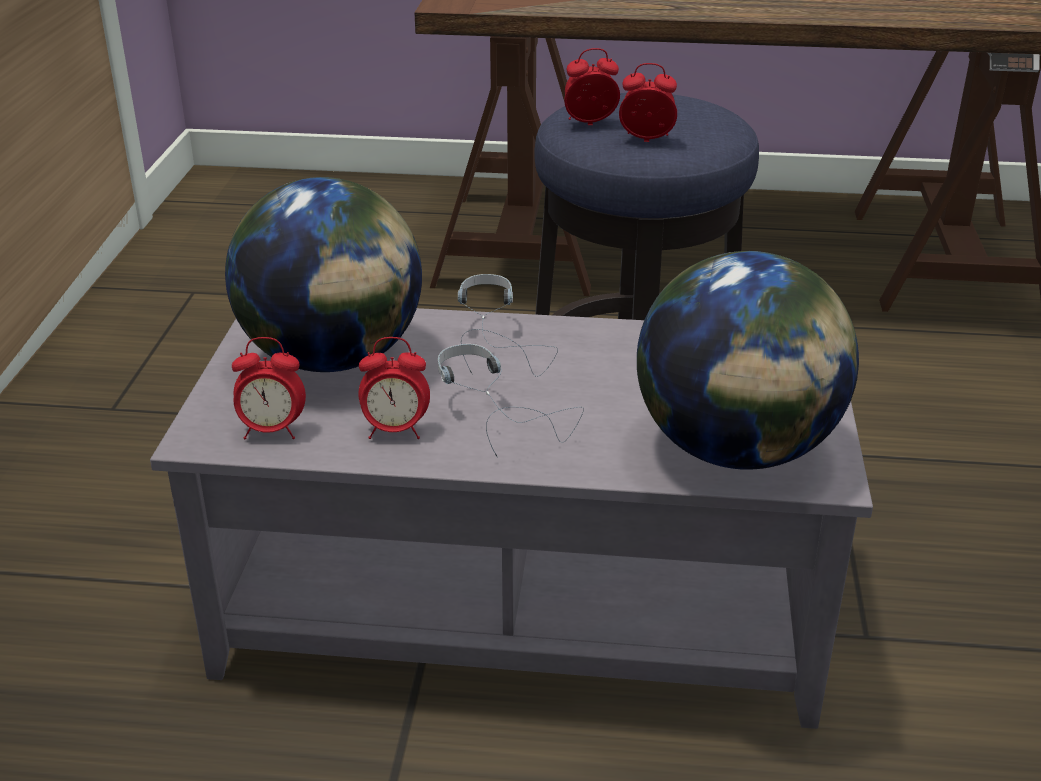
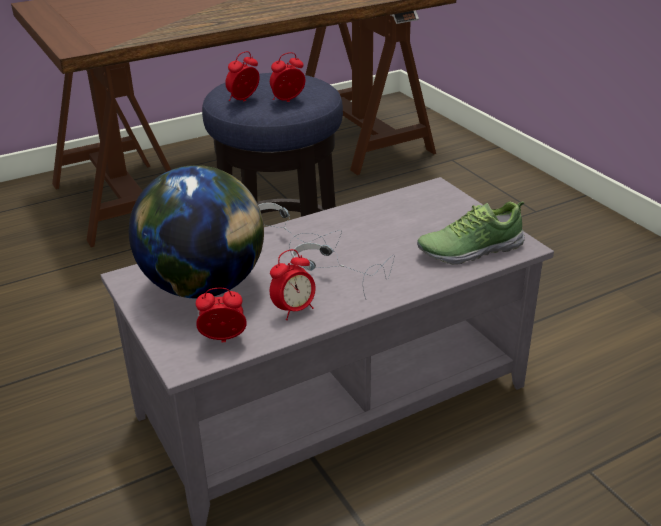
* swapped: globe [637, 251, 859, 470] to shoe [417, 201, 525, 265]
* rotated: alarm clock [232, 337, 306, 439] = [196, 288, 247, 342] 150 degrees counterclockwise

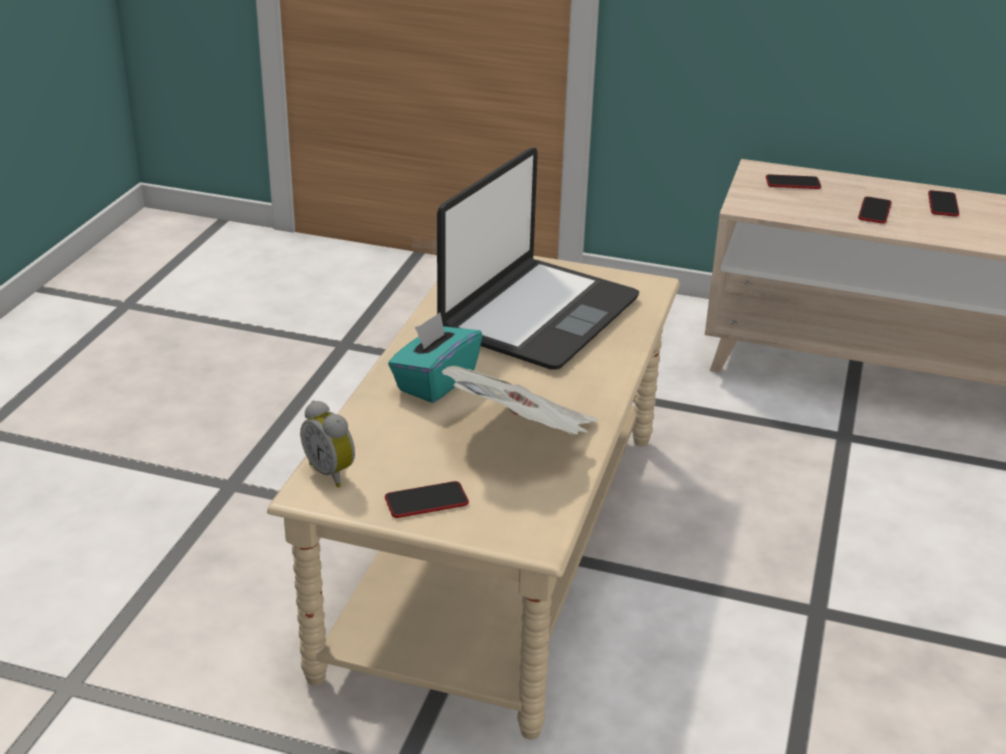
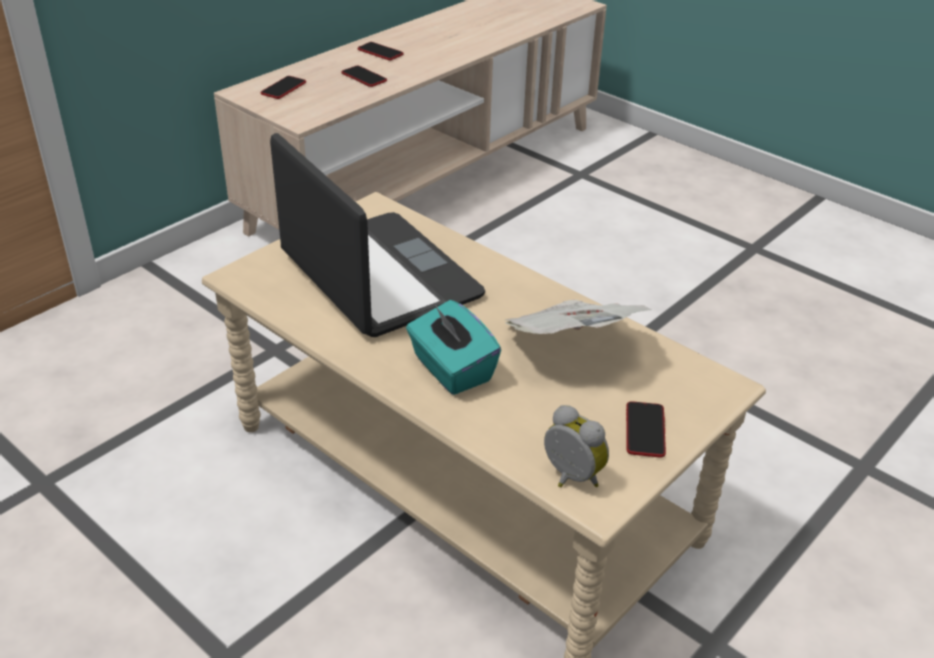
* rotated: alarm clock [300, 400, 355, 487] = [544, 405, 609, 487] 120 degrees counterclockwise

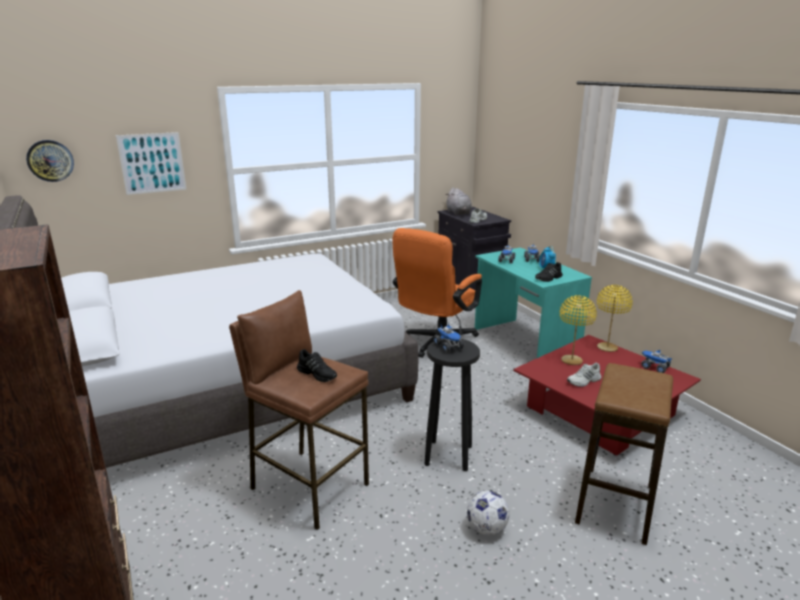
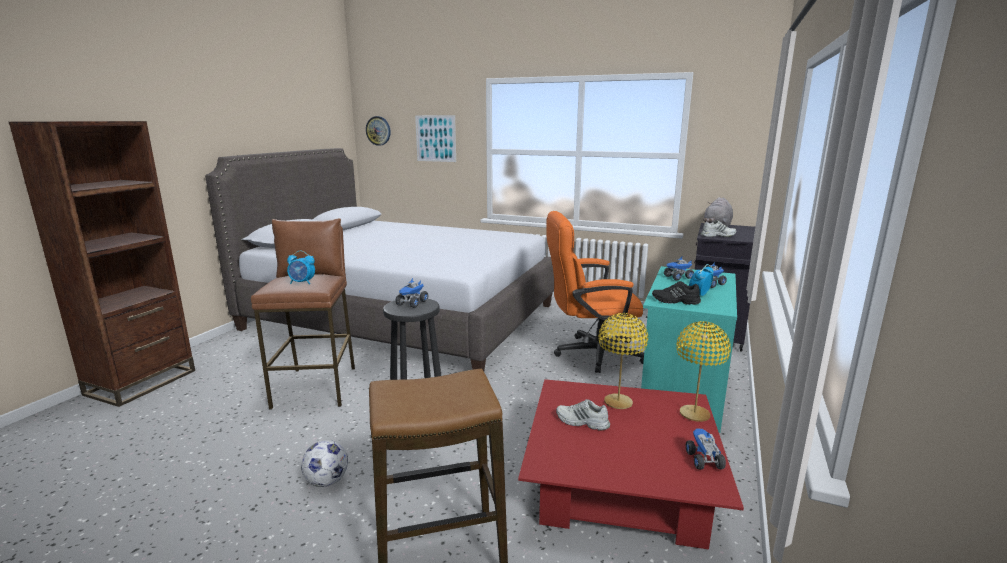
* swapped: black shoe [297, 349, 337, 382] to alarm clock [287, 251, 315, 284]

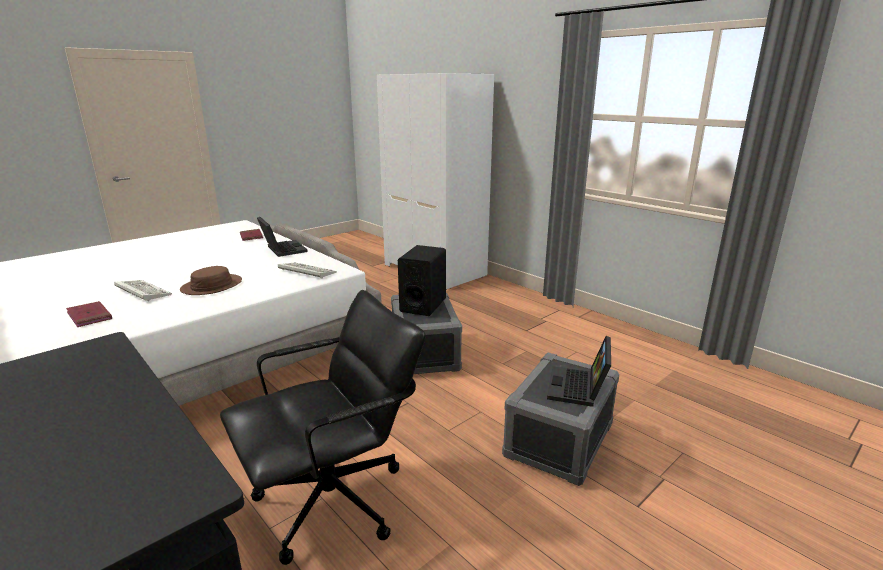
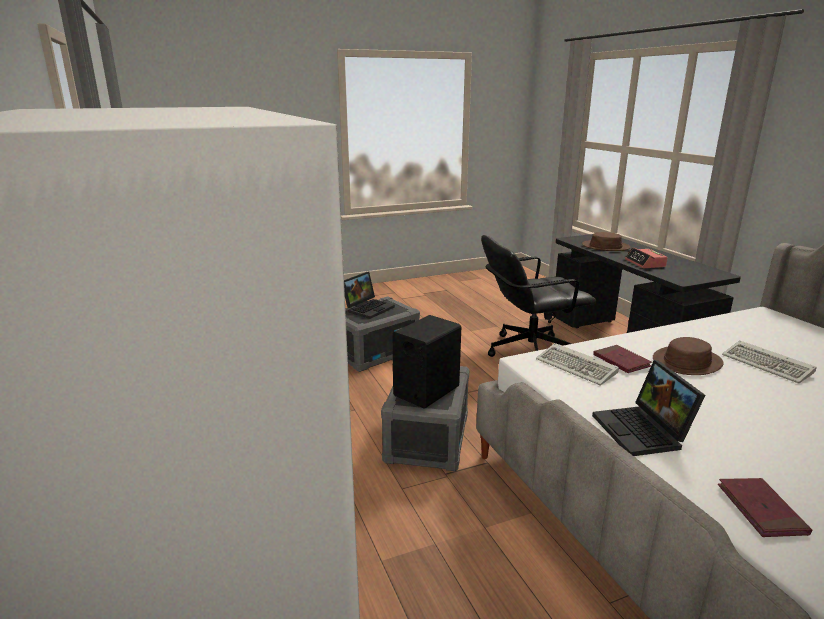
* new: brown hat [582, 232, 630, 251]
* new: alarm clock [625, 247, 668, 268]
* shifted: red book [66, 301, 112, 327] to [593, 345, 652, 373]

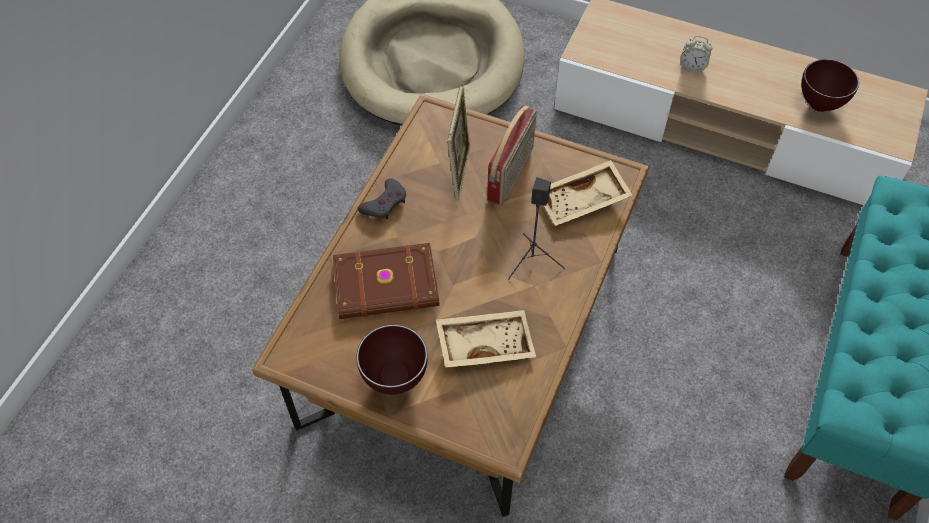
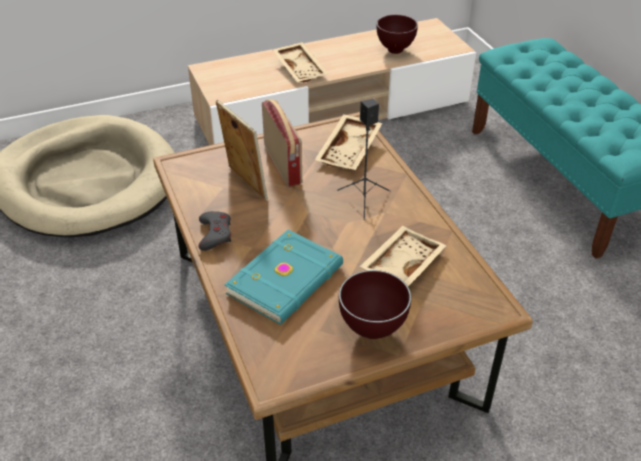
* swapped: alarm clock [680, 36, 712, 73] to beige tray [273, 42, 328, 82]
* repainted: brown book [333, 243, 440, 319] to turquoise book [224, 230, 343, 325]

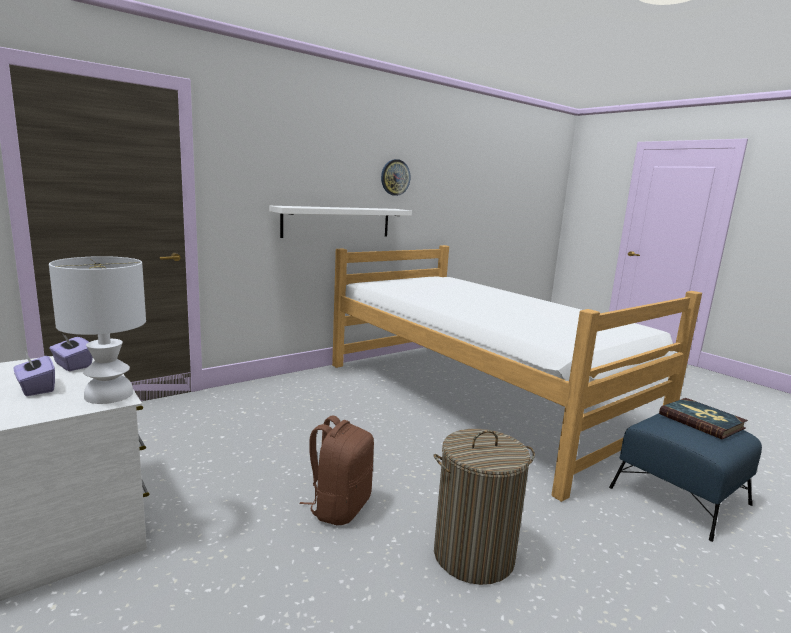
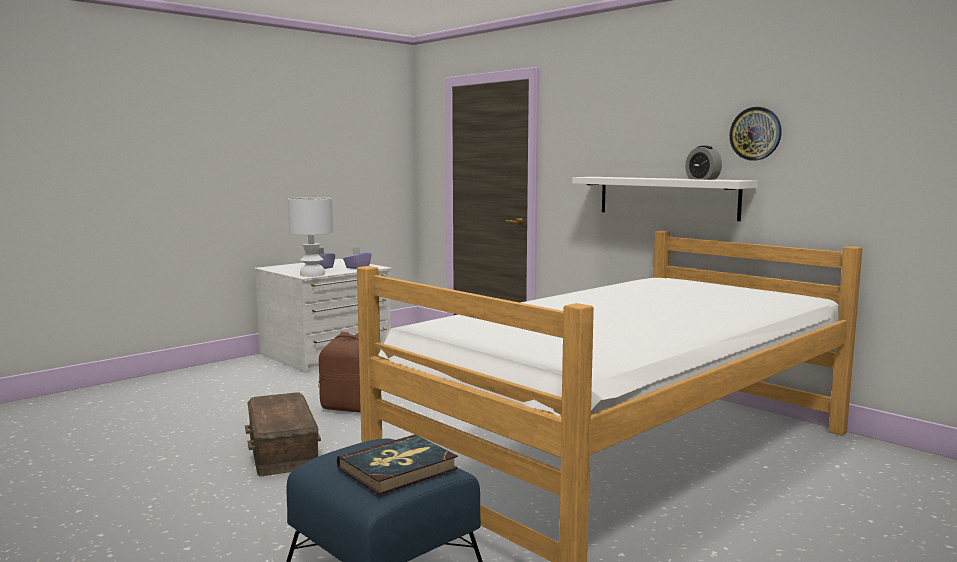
* new: alarm clock [685, 146, 722, 180]
* swapped: laundry basket [433, 429, 535, 585] to brown storage box [245, 392, 321, 476]

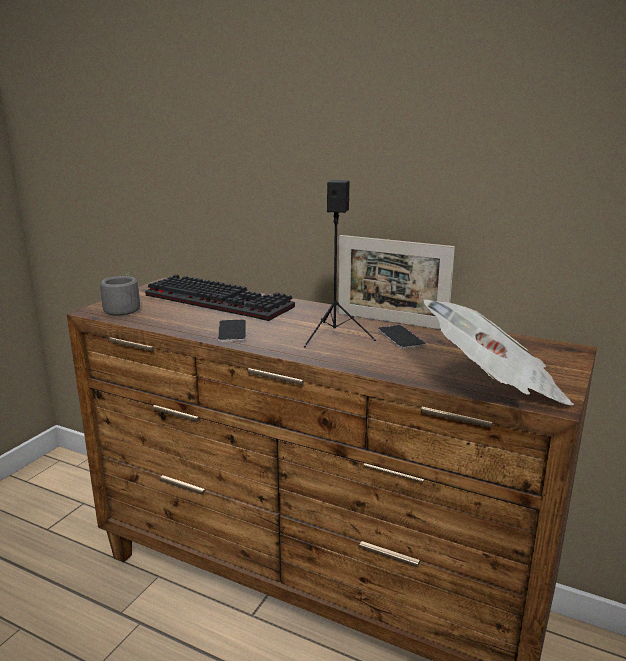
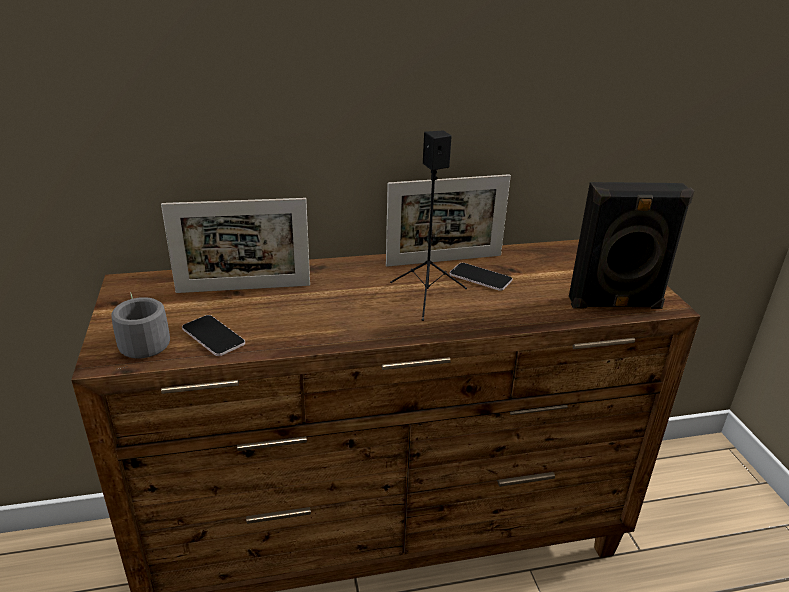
* shifted: phone [218, 319, 246, 342] to [182, 315, 245, 356]
* swapped: keyboard [145, 274, 295, 321] to picture frame [161, 198, 310, 293]
* swapped: newspaper [423, 299, 574, 405] to black speaker [569, 182, 694, 309]

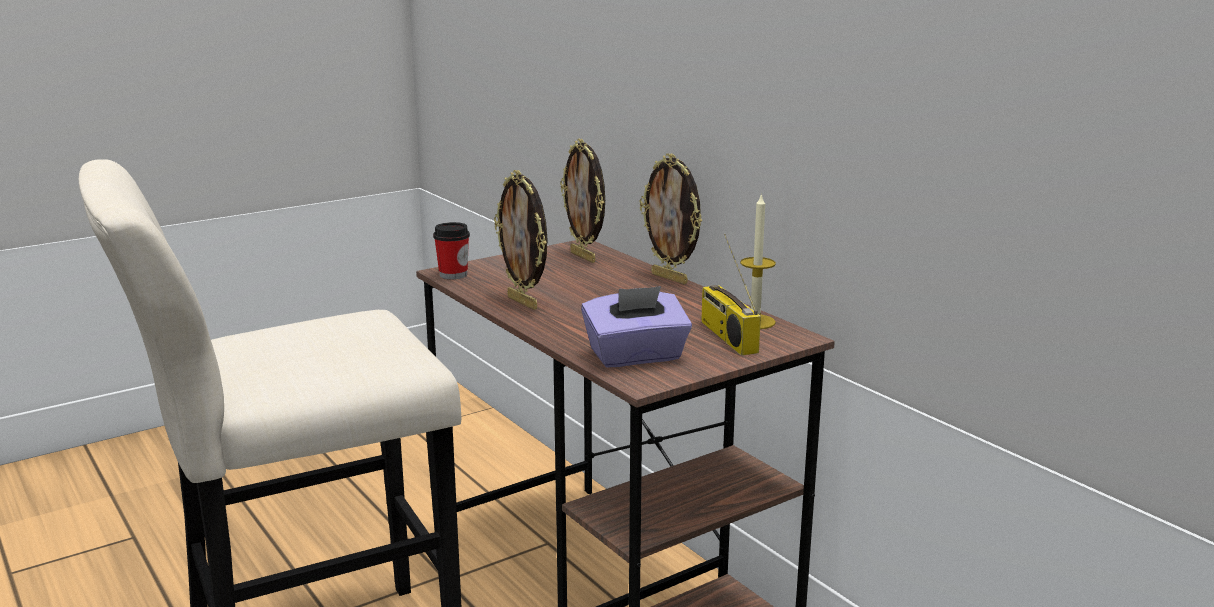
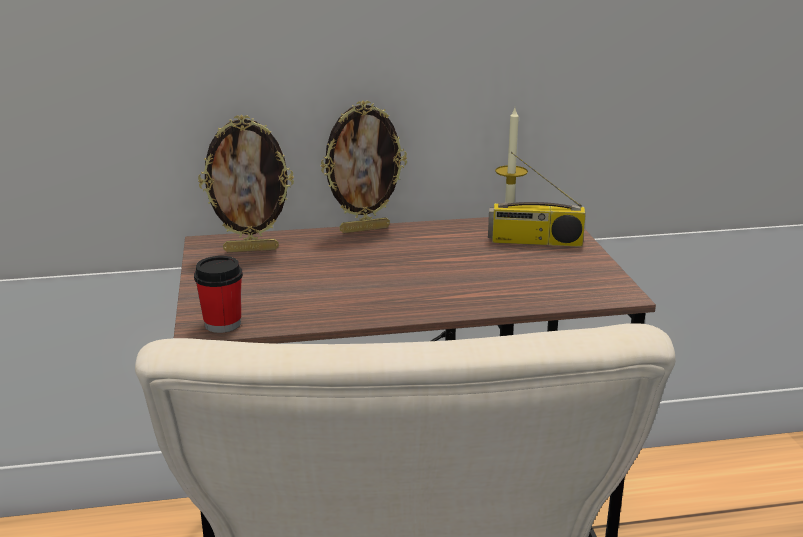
* gone: picture frame [494, 170, 548, 310]
* gone: purple tissue box [581, 286, 692, 367]

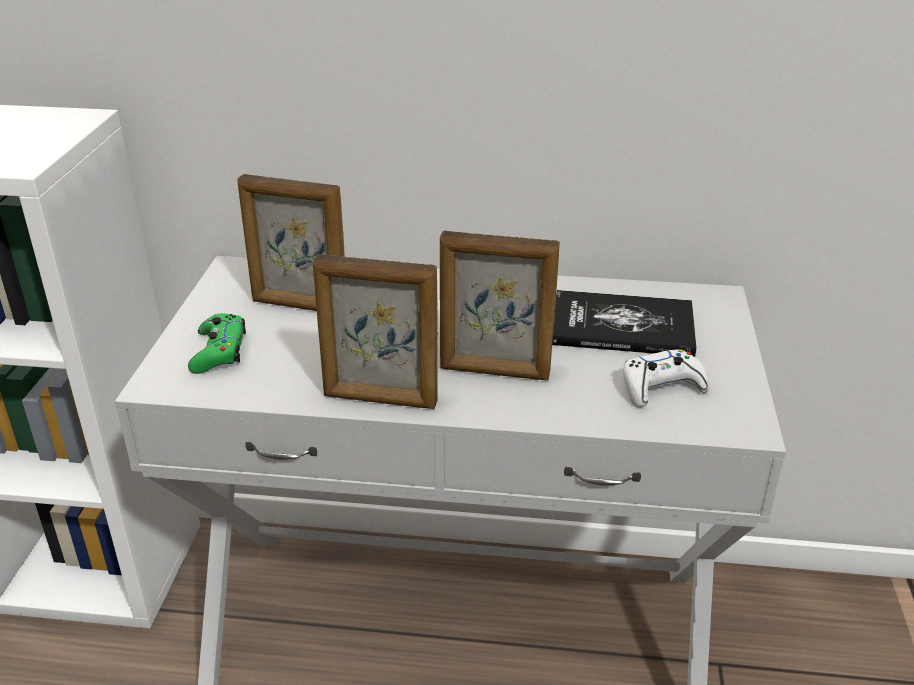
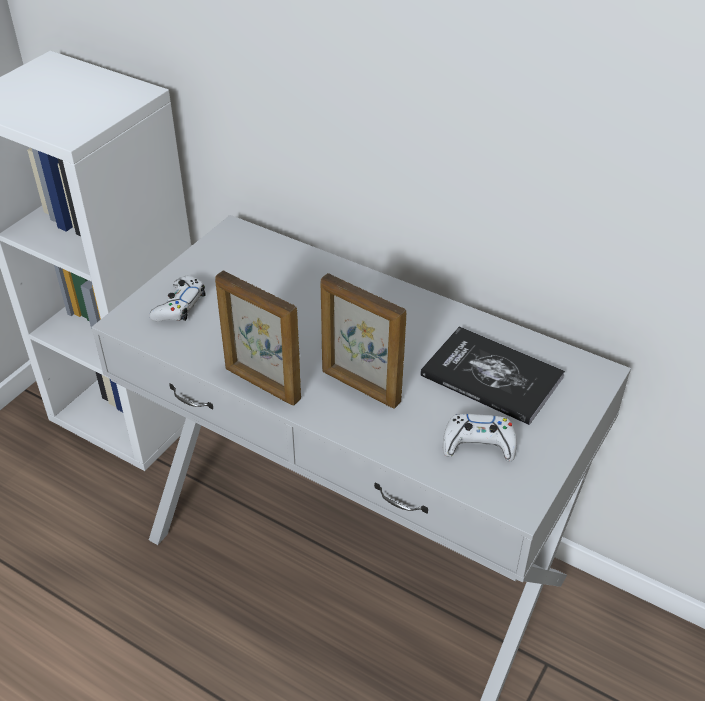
* gone: picture frame [237, 174, 345, 311]
* repainted: green game controller [188, 313, 246, 374] to white game controller [150, 276, 206, 322]

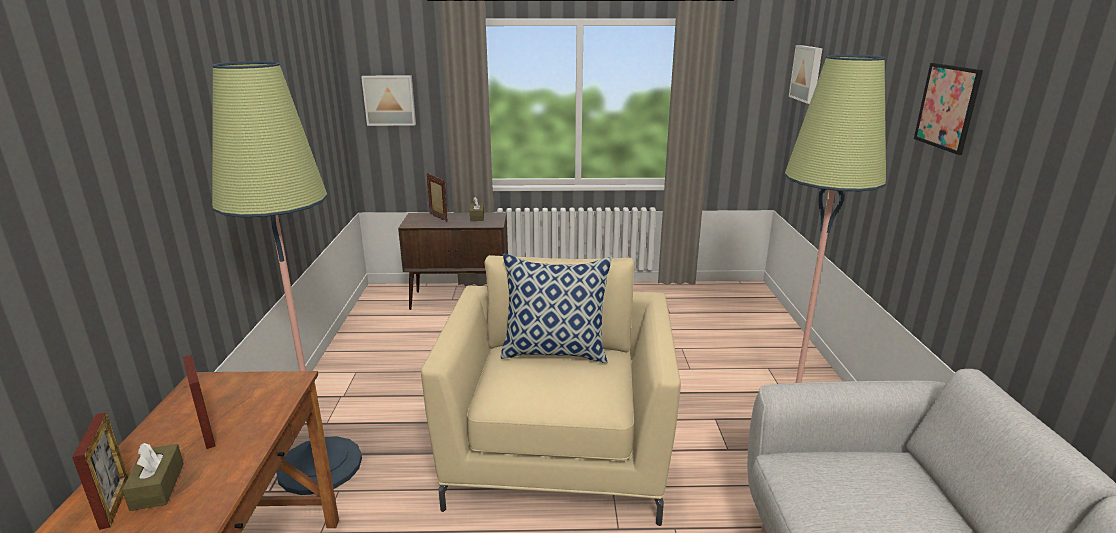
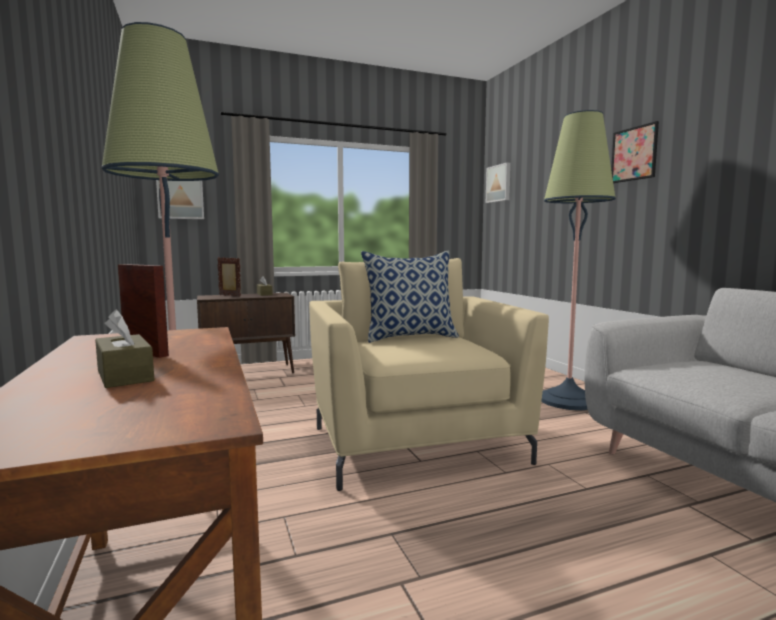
* gone: picture frame [72, 412, 128, 530]

